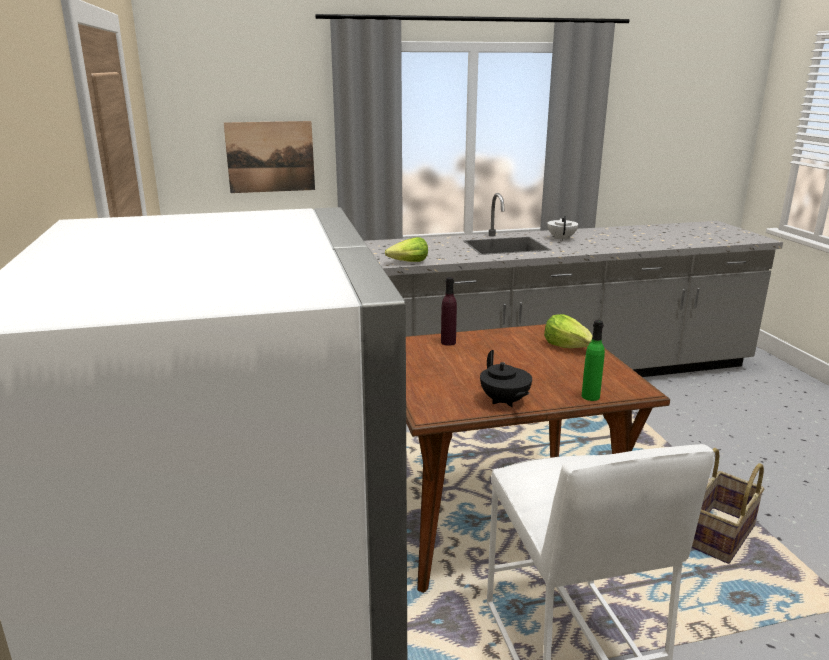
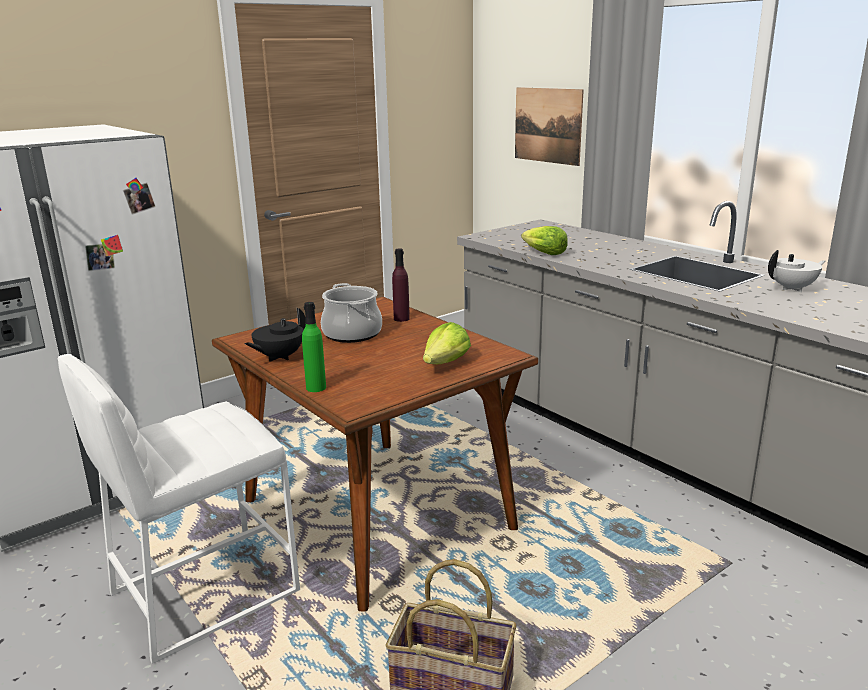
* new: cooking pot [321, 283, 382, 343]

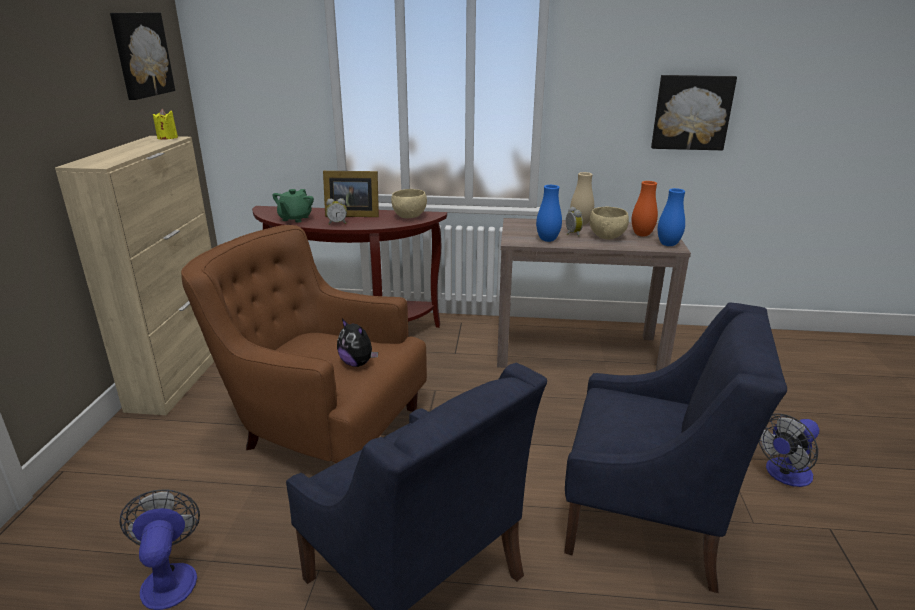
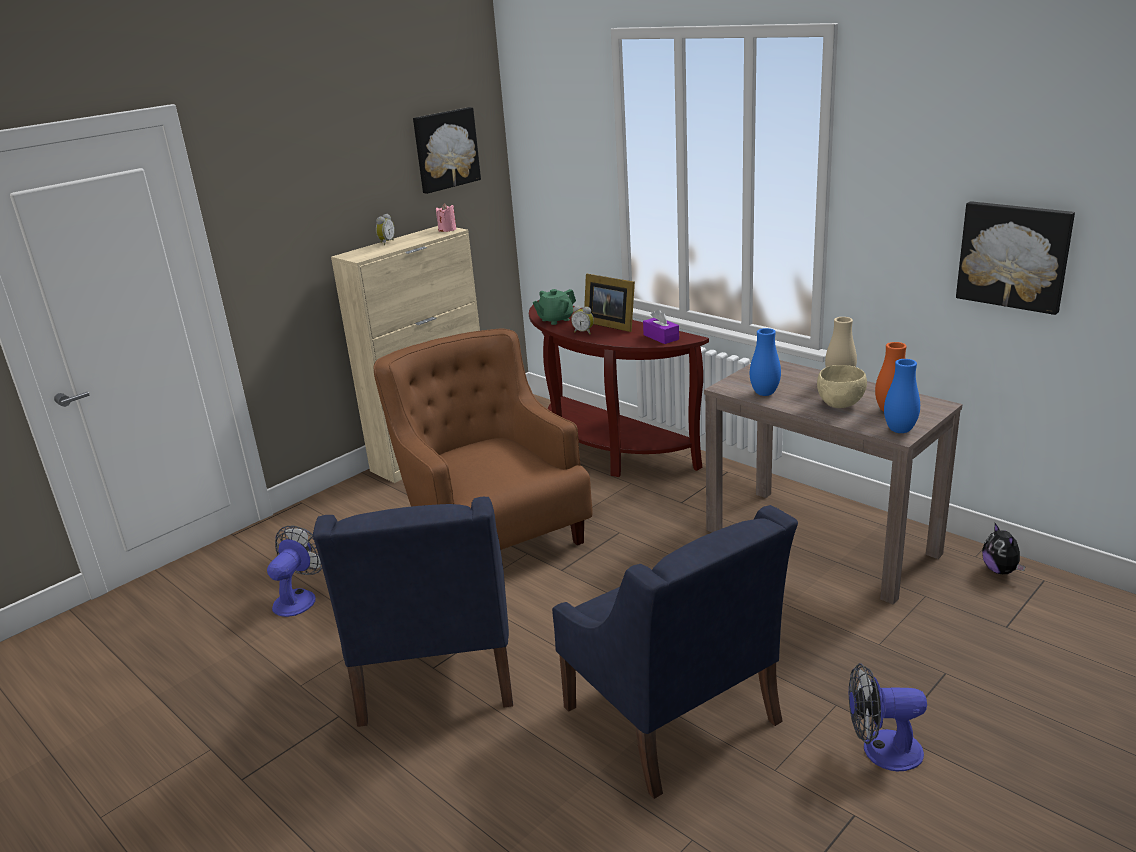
* shifted: plush toy [337, 319, 378, 367] to [982, 523, 1026, 574]
* shifted: alarm clock [566, 207, 583, 237] to [376, 214, 395, 245]
* swapped: beige bowl [391, 189, 427, 218] to purple tissue box [643, 309, 679, 344]
* repainted: yellow candle [153, 109, 178, 140] to pink candle [436, 203, 456, 232]

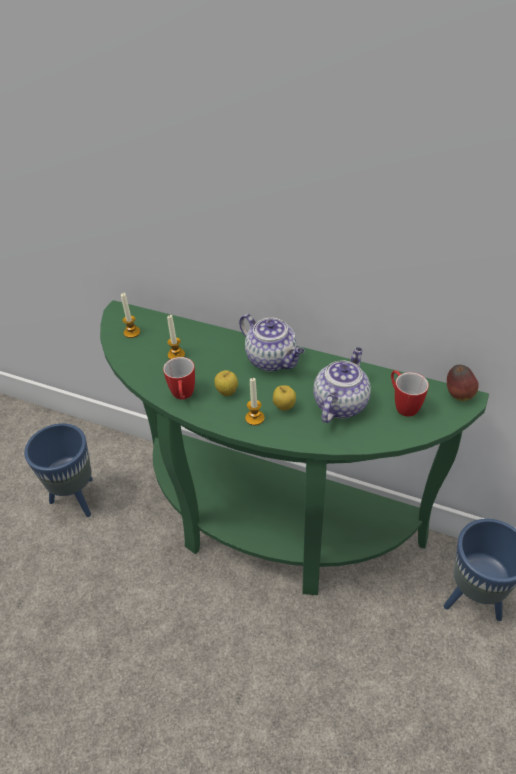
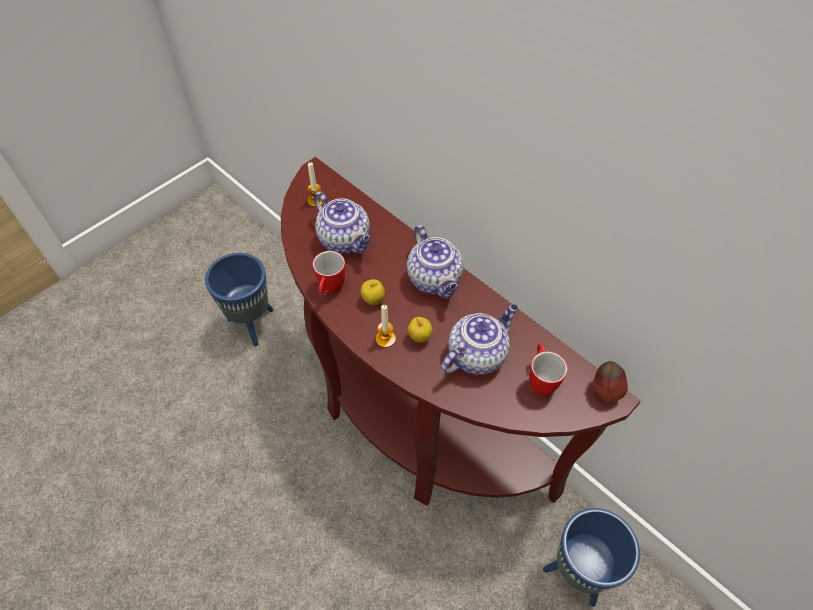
* swapped: candle [167, 315, 185, 359] to teapot [313, 191, 372, 254]
* repainted: green console table [100, 300, 489, 595] to brown console table [281, 157, 641, 506]

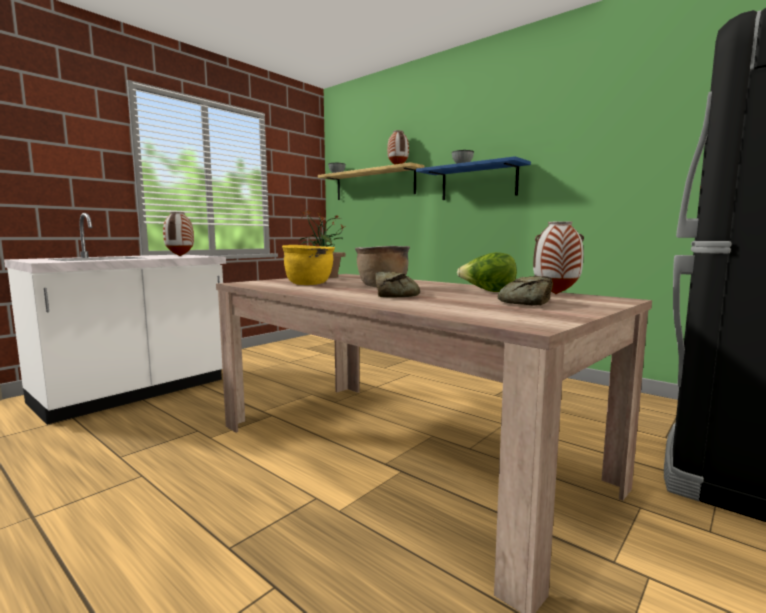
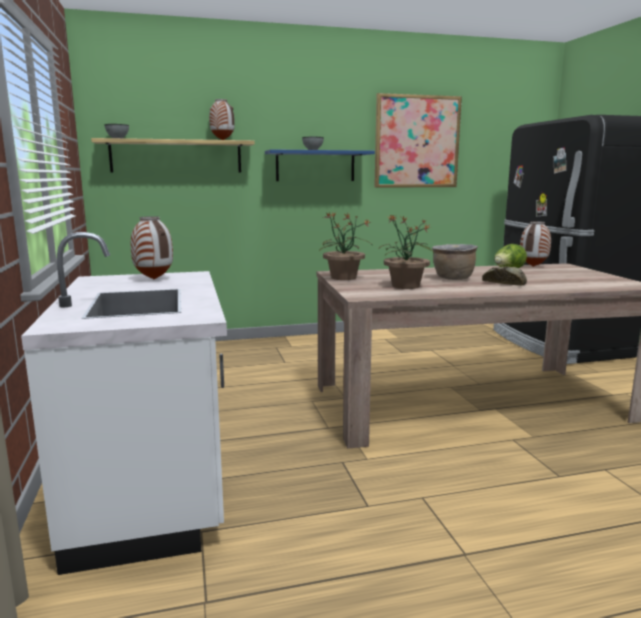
* gone: bread [498, 276, 553, 306]
* new: picture [374, 93, 462, 188]
* swapped: yellow cooking pot [282, 245, 335, 285] to potted plant [378, 214, 435, 289]

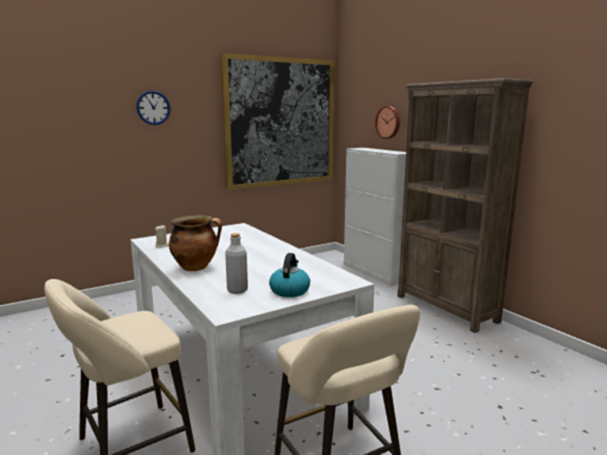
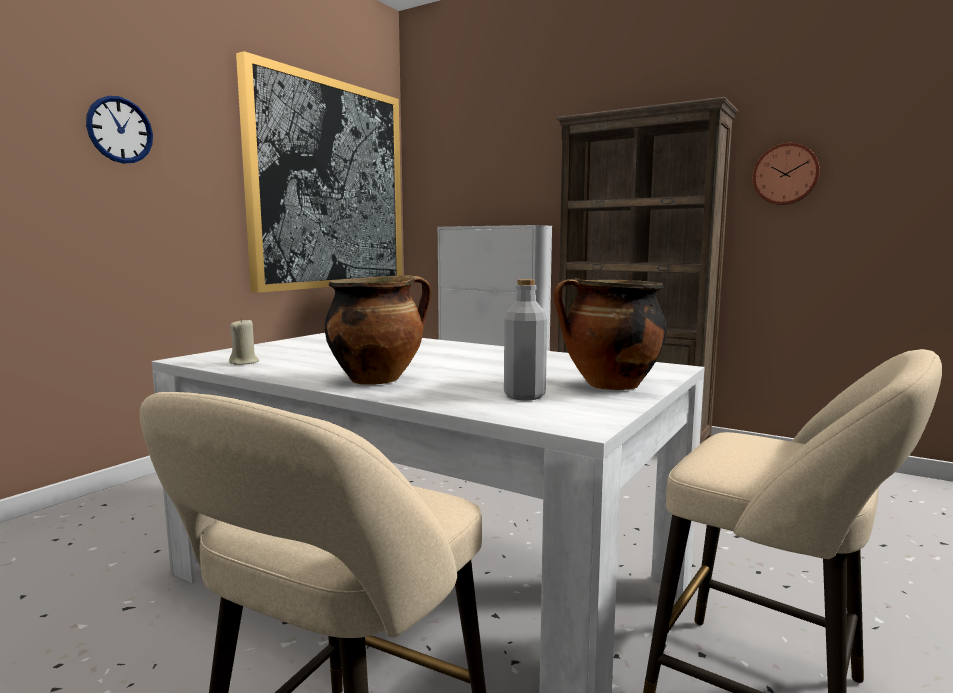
* shifted: wall clock [375, 106, 400, 139] to [753, 143, 820, 205]
* swapped: kettle [269, 253, 310, 297] to cooking pot [554, 278, 667, 390]

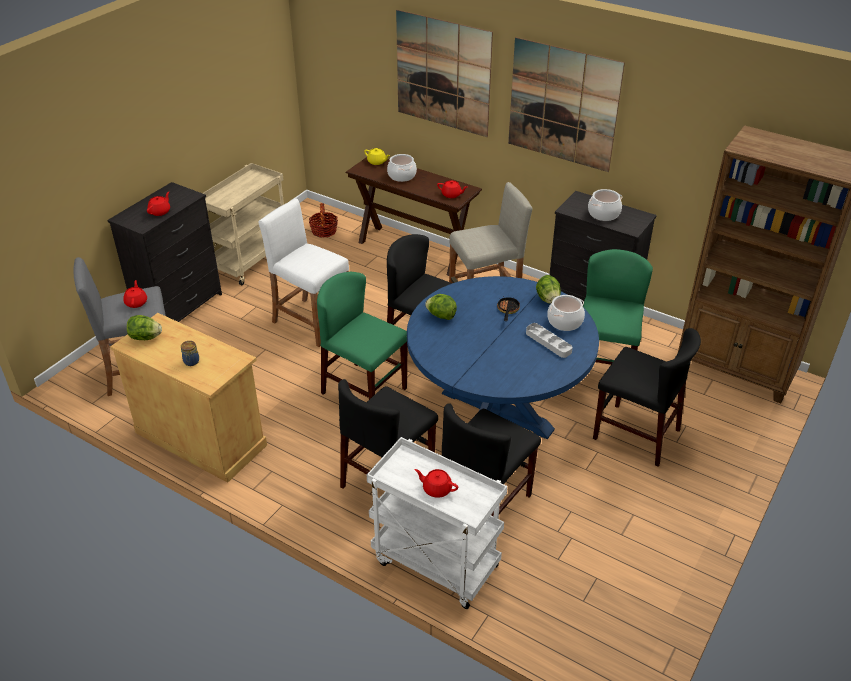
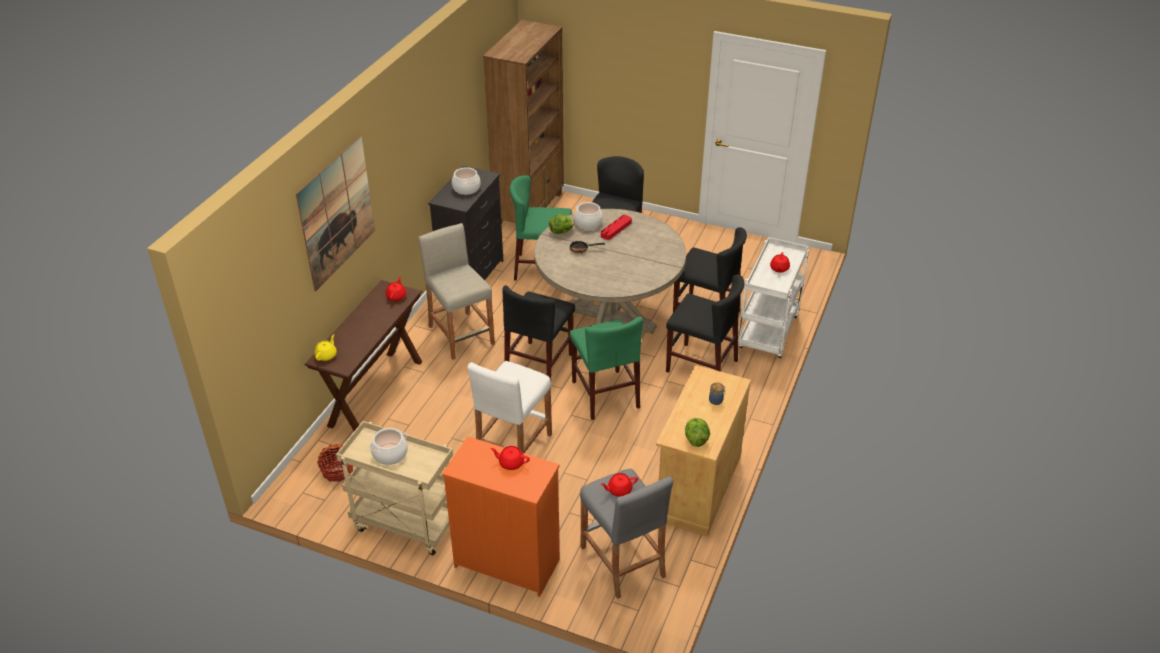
* gone: lettuce [425, 294, 457, 320]
* gone: picture [508, 37, 625, 172]
* shifted: cooking pot [387, 154, 417, 182] to [369, 428, 408, 465]
* repainted: black dresser [108, 182, 222, 322] to orange dresser [442, 436, 560, 597]
* repainted: blue dining table [407, 276, 599, 439] to beige dining table [534, 209, 686, 334]
* repainted: grey tray [526, 323, 573, 358] to red tray [601, 215, 632, 240]
* rotated: green chair [317, 272, 407, 399] = [570, 317, 642, 420] 45 degrees counterclockwise

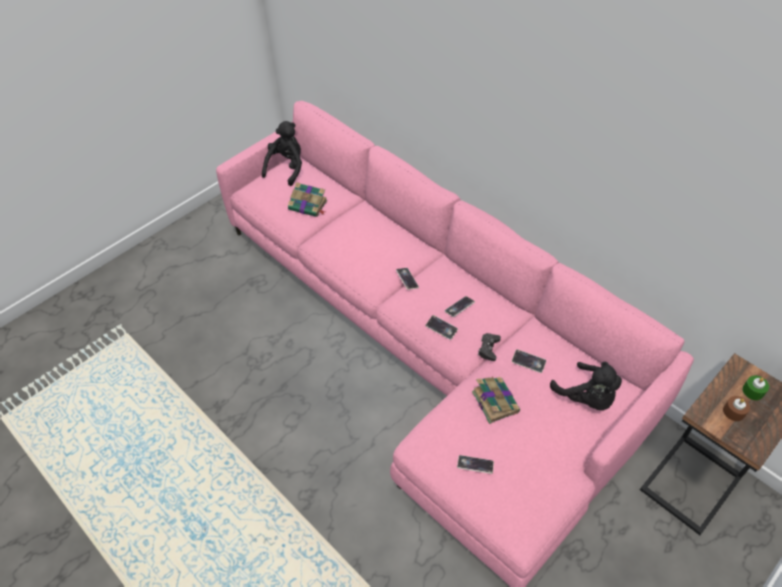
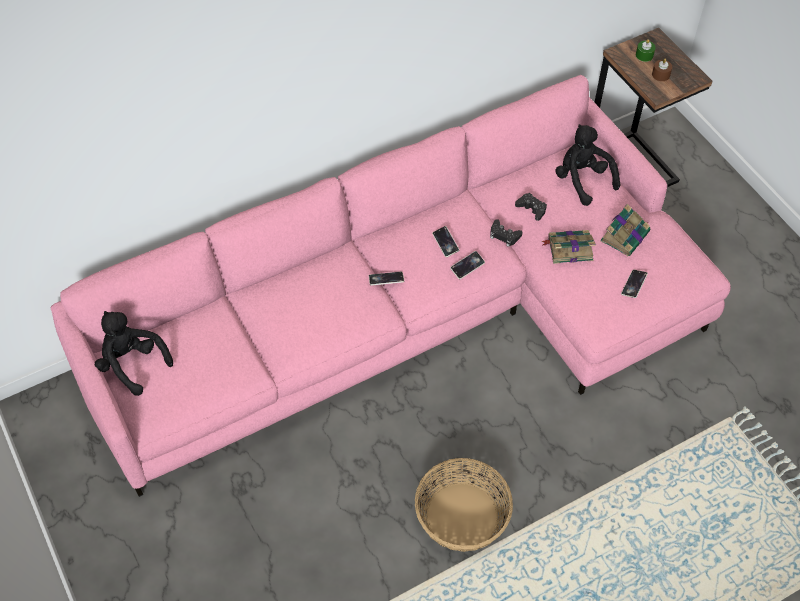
* new: basket [415, 458, 513, 552]
* shifted: book [288, 182, 328, 217] to [600, 204, 651, 256]
* swapped: phone [512, 349, 546, 373] to black game controller [515, 193, 547, 221]
* rotated: black plush toy [550, 362, 622, 410] = [555, 124, 620, 206] 105 degrees counterclockwise

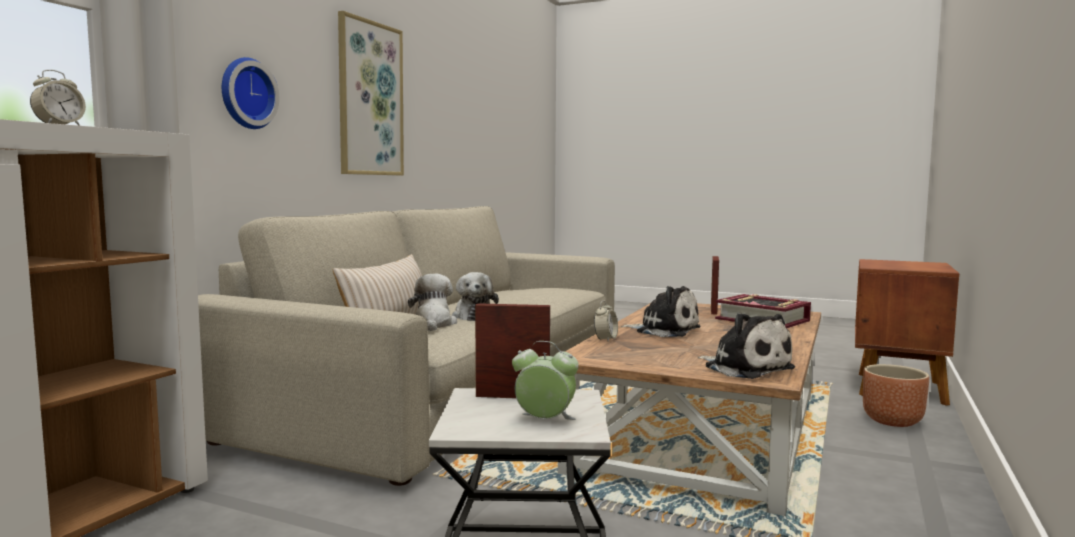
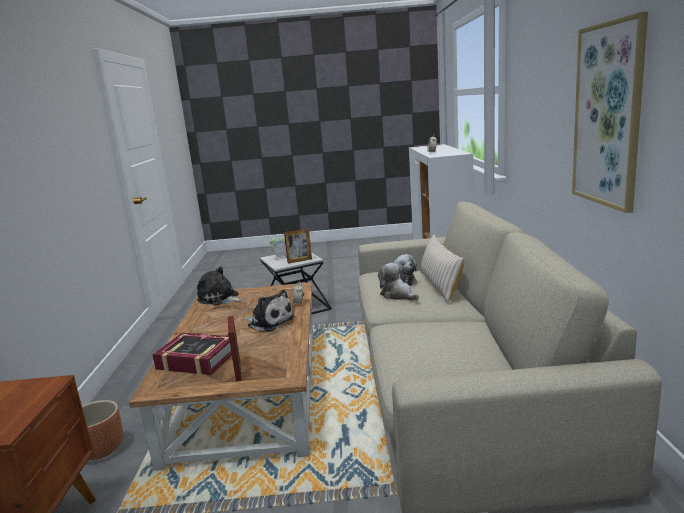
* gone: wall clock [222, 57, 280, 129]
* rotated: plush toy [621, 286, 700, 337] = [244, 289, 295, 332] 150 degrees counterclockwise

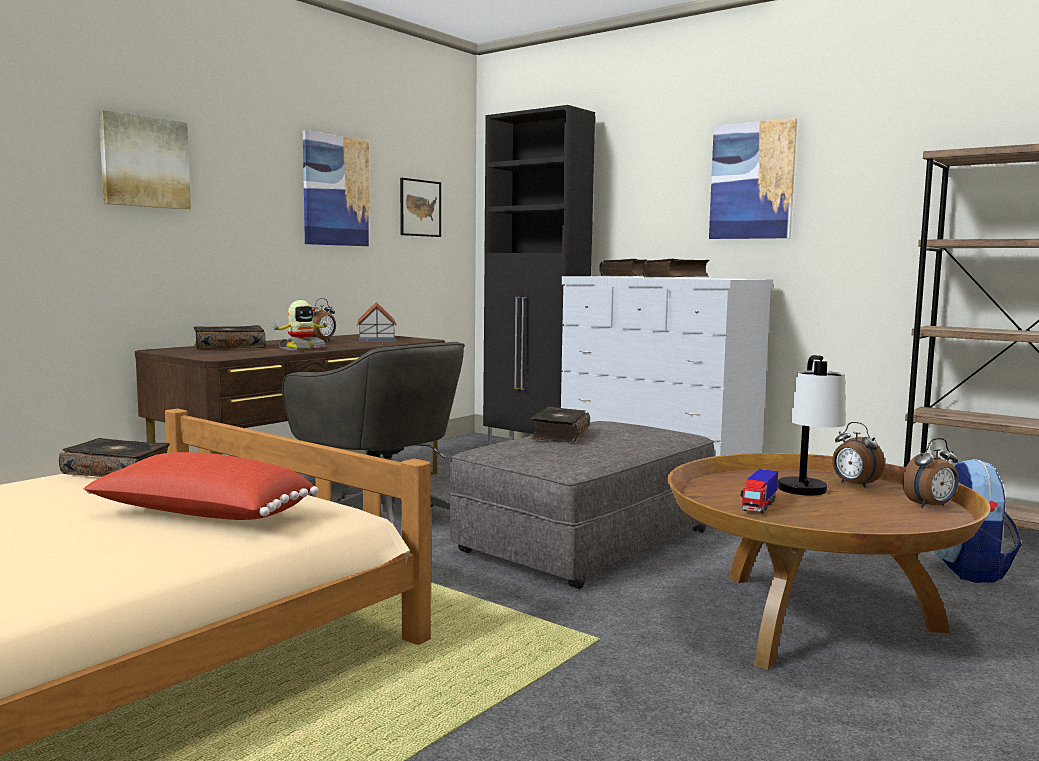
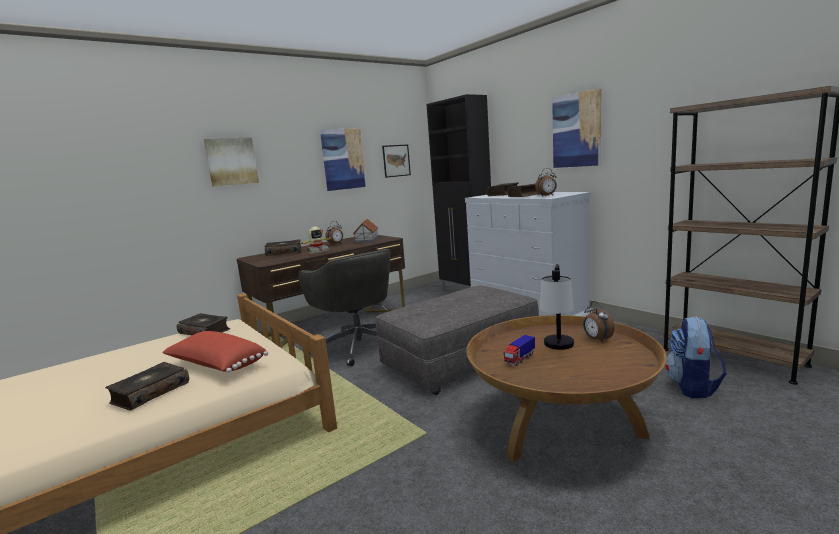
* shifted: book [530, 406, 590, 443] to [105, 362, 189, 411]
* shifted: alarm clock [902, 438, 959, 508] to [535, 168, 557, 196]

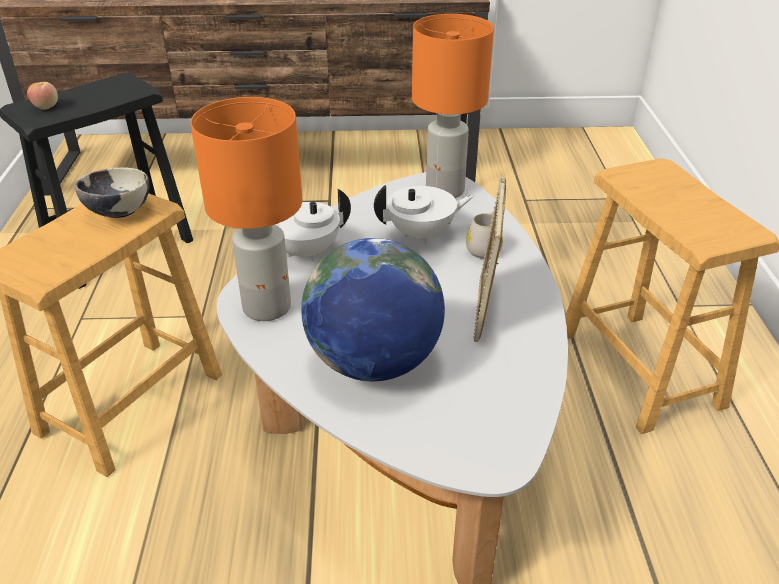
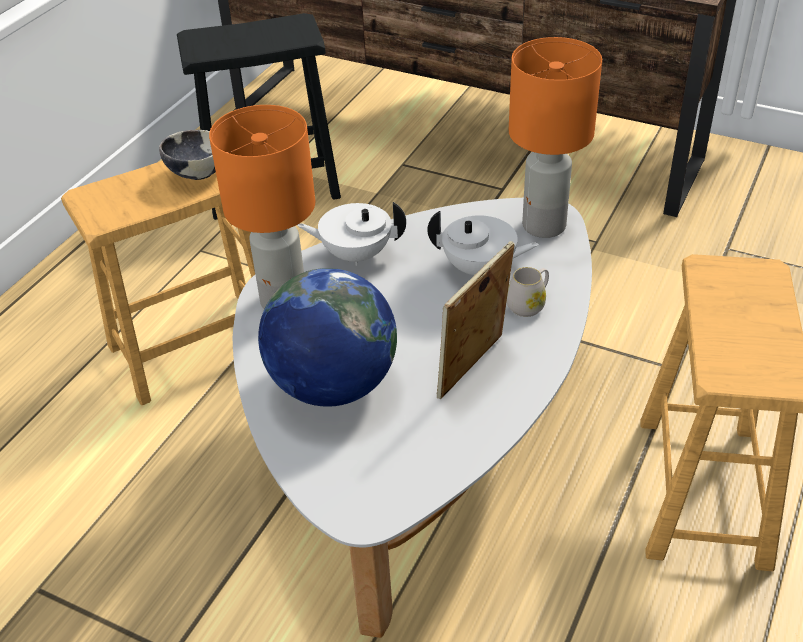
* gone: apple [27, 82, 58, 110]

